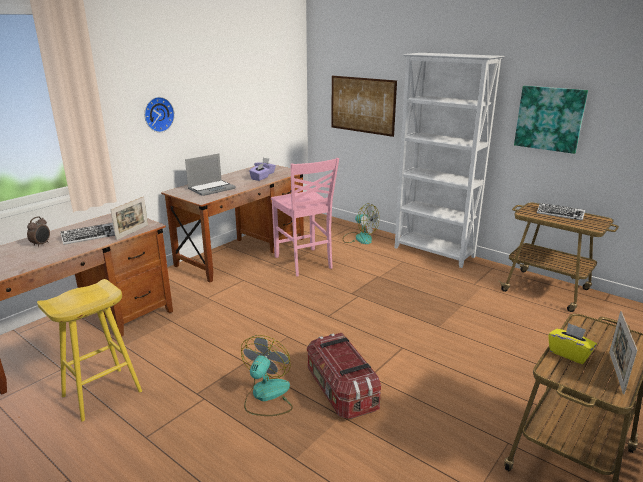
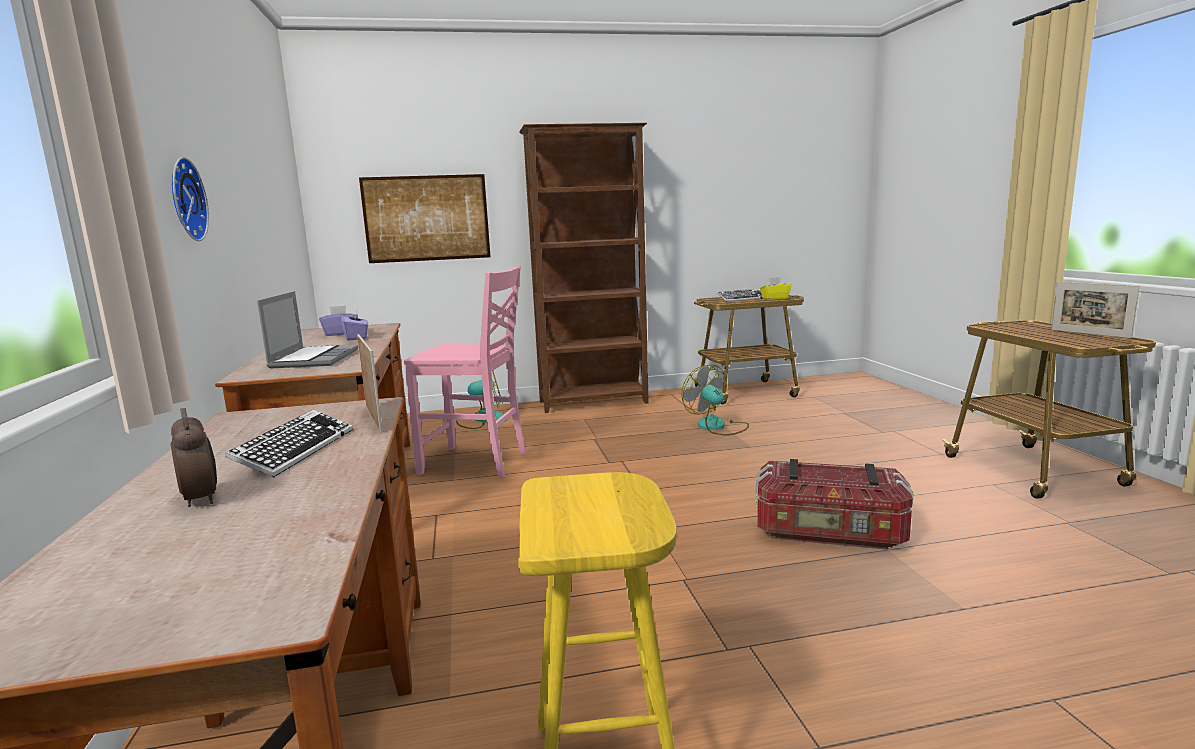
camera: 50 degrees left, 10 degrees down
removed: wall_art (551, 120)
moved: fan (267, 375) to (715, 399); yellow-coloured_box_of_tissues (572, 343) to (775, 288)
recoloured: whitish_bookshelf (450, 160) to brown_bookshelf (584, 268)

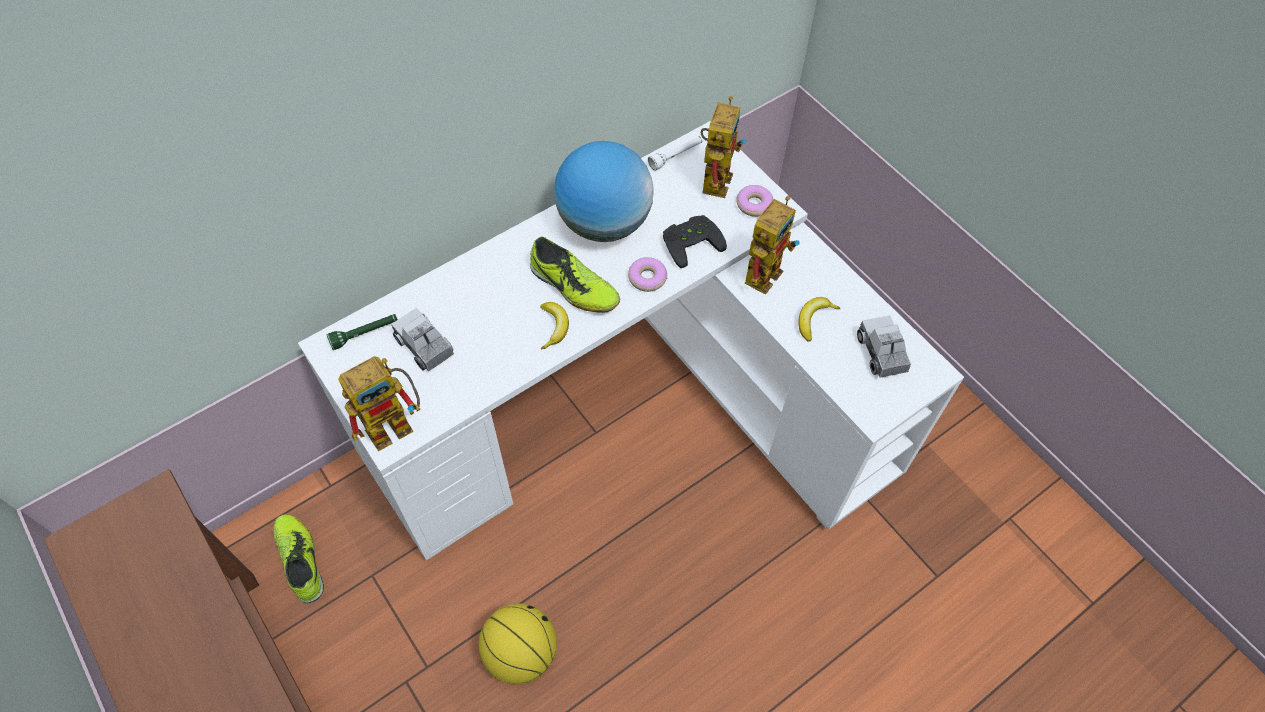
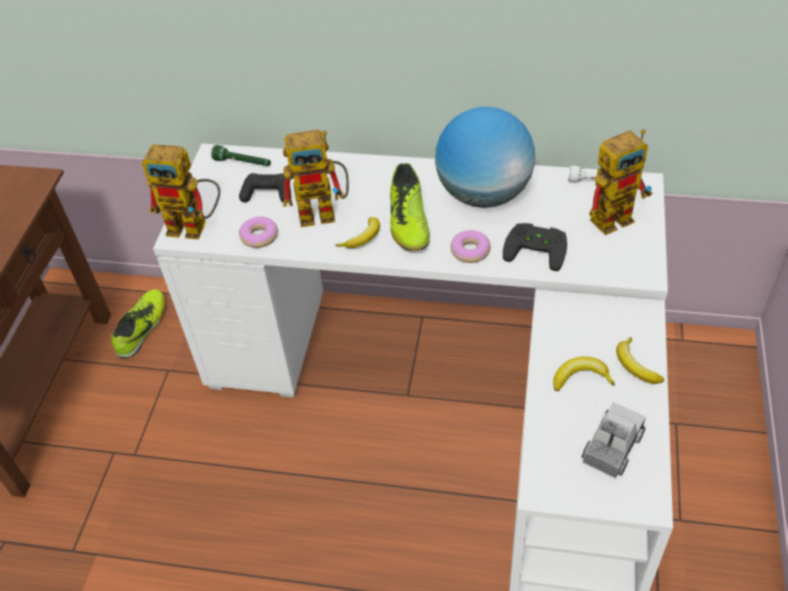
camera: 50 degrees right, 10 degrees down
removed: ball_for_basketball (518, 644)
added: whole_banana (640, 360)
moved: ring_doughnut (755, 201) to (258, 232); robot_figure (772, 245) to (316, 178)
replaced: toy_lorry (422, 339) to black-coloured_joypad (265, 188)

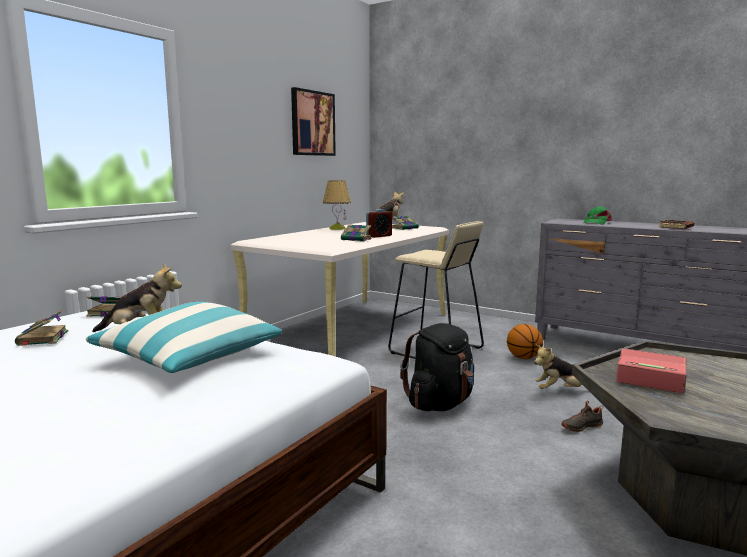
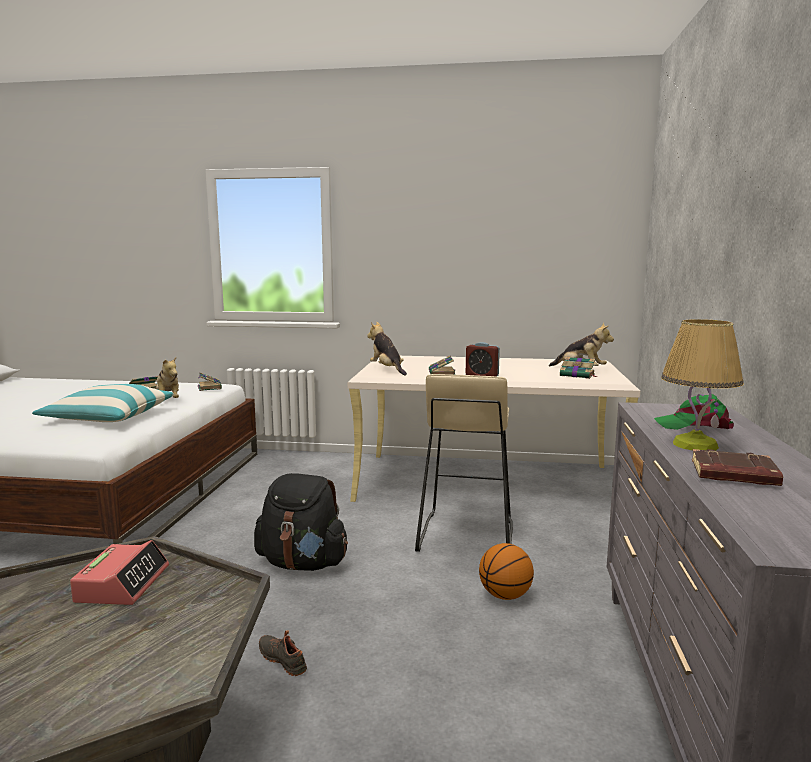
camera: 65 degrees right, 0 degrees up
removed: wall_art (313, 121)
moved: plush_toy (558, 367) to (387, 348); tabletop_lamp (337, 205) to (702, 385)

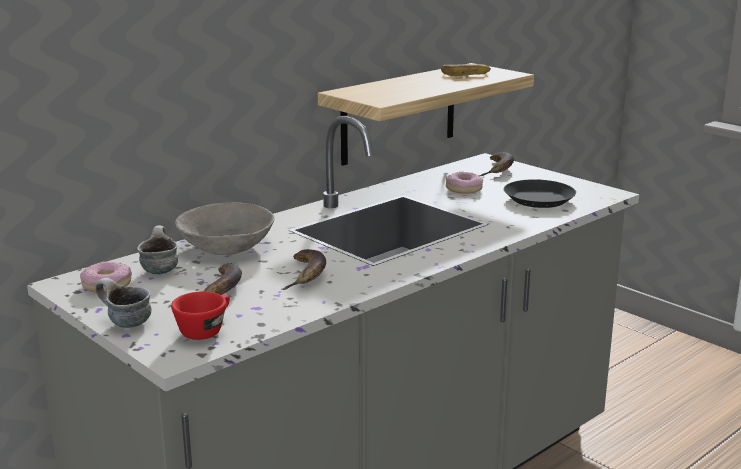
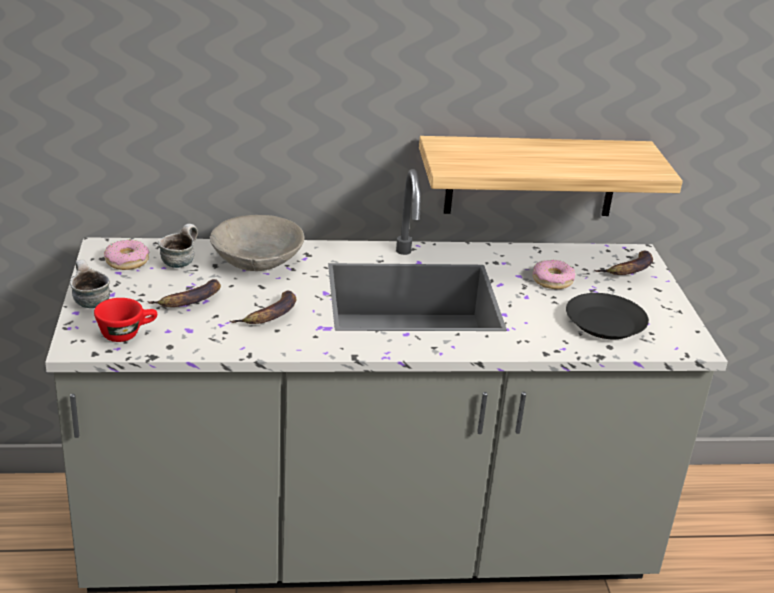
camera: 35 degrees right, 10 degrees up
removed: whole_banana (466, 70)

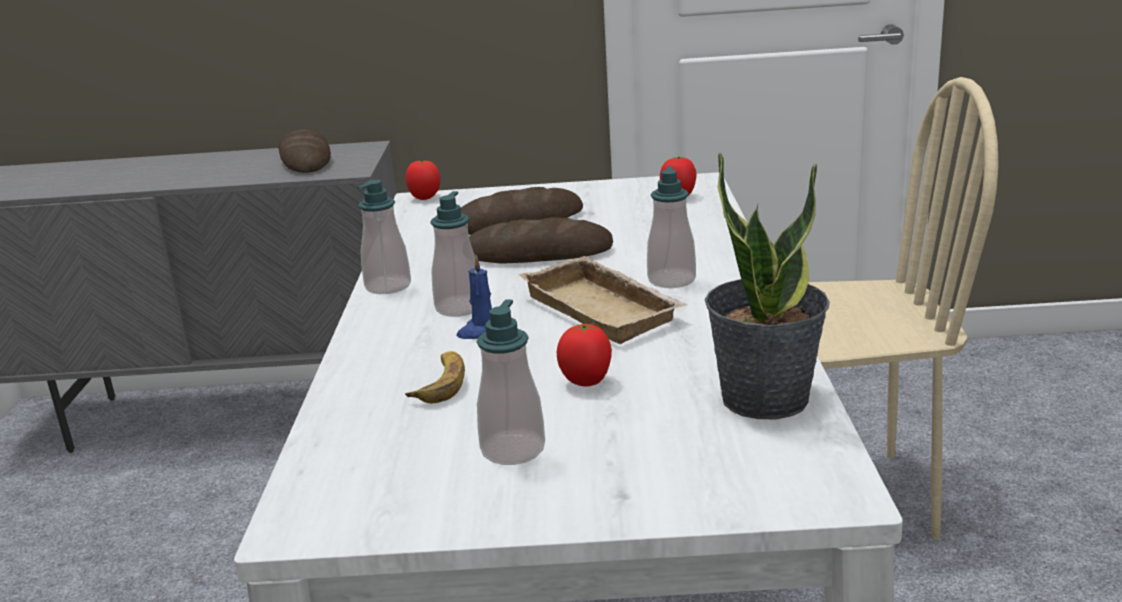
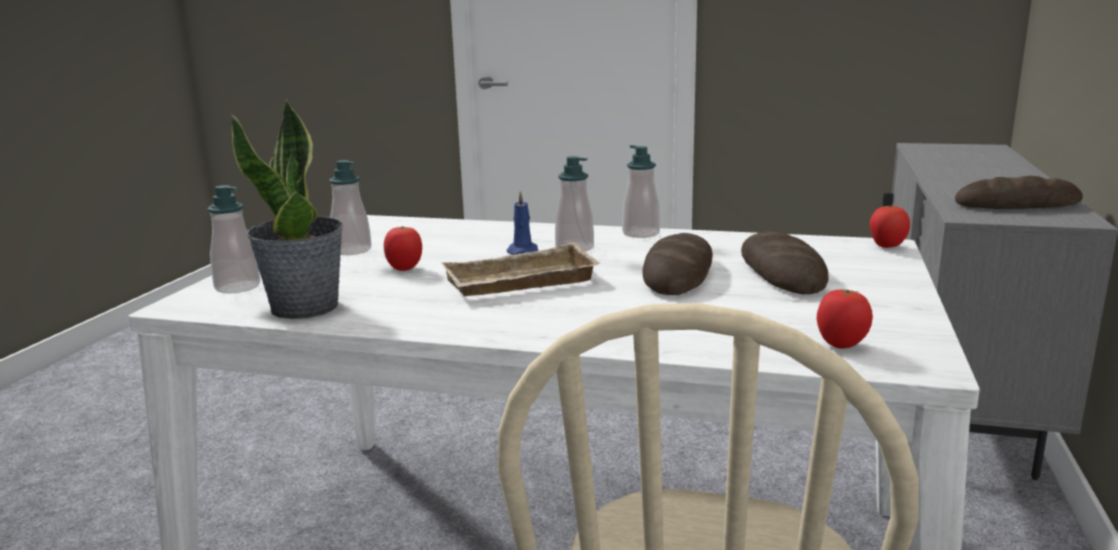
camera: 105 degrees right, 5 degrees down
removed: whole_banana (435, 377)
moved: soap_dispenser (671, 227) to (233, 239)

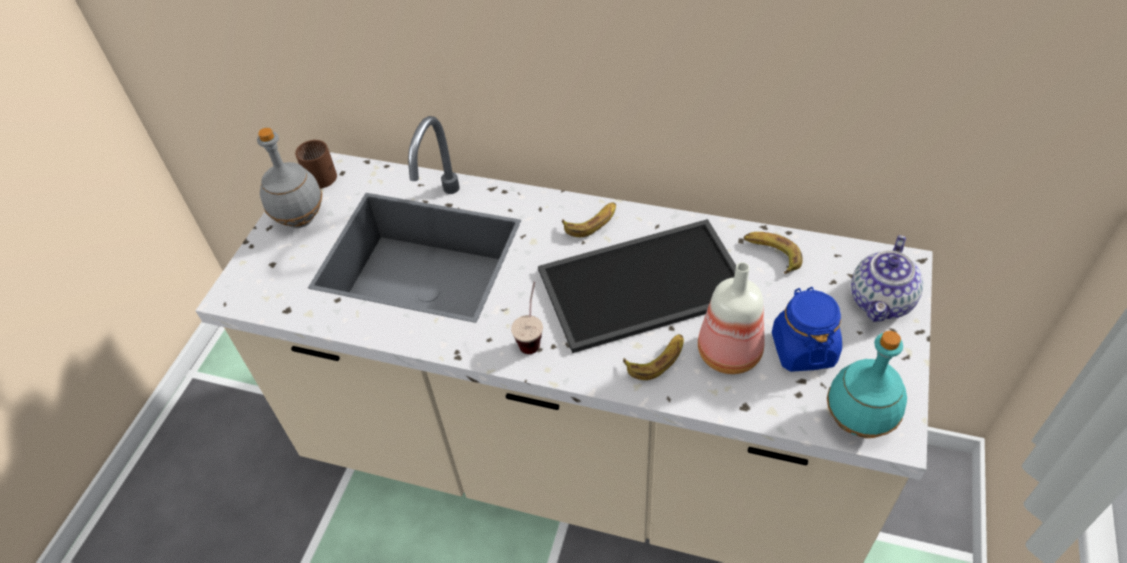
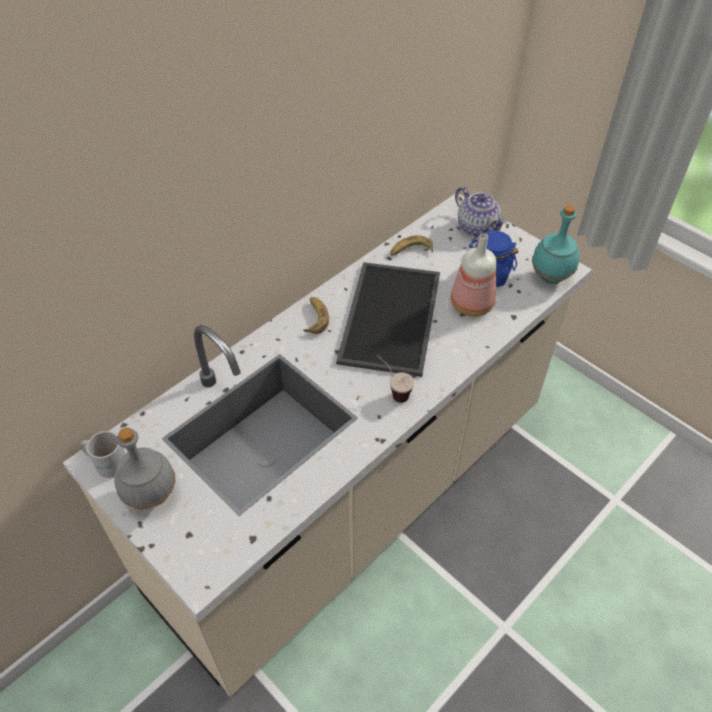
camera: 65 degrees left, 0 degrees up
removed: whole_banana (653, 357)
recoloured: brown_tea_mug (316, 164) to whitish_tea_mug (103, 454)

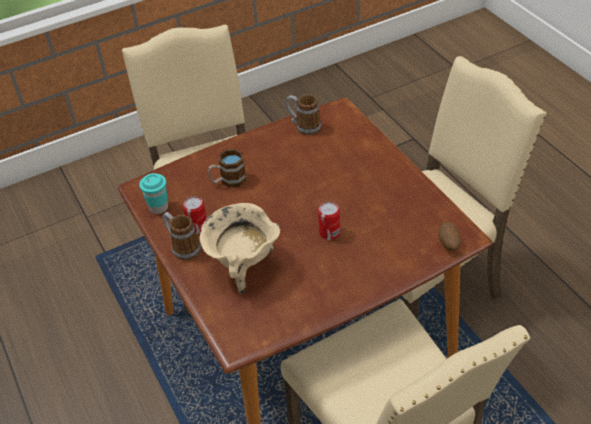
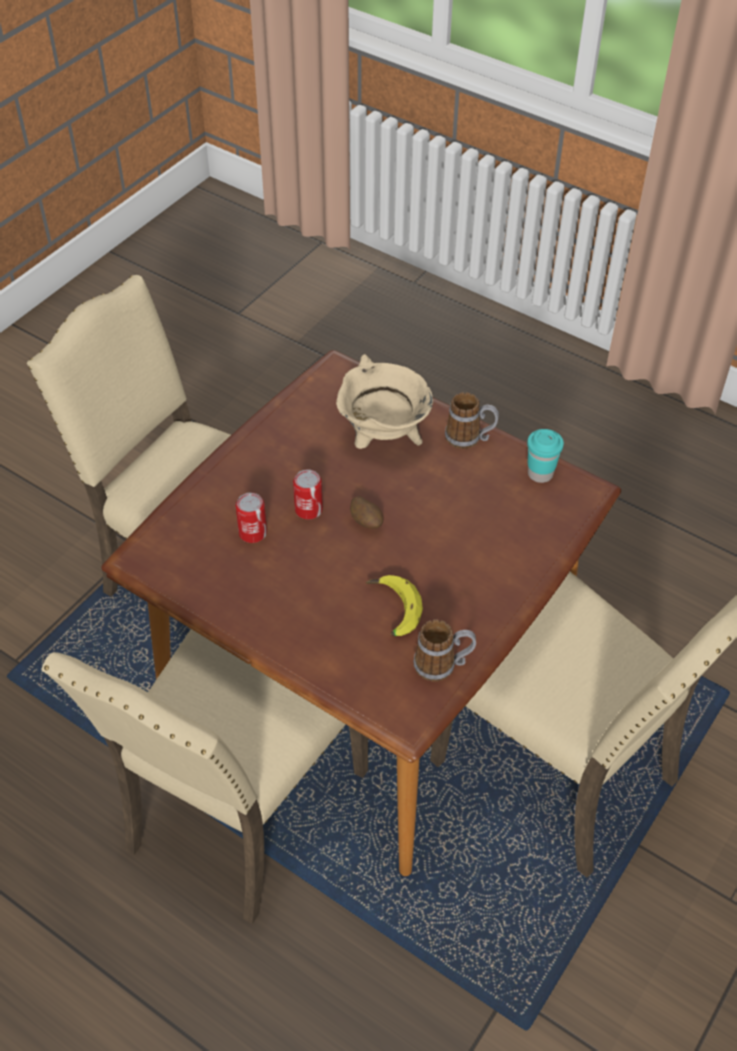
camera: 150 degrees right, 5 degrees up
removed: tea_mug (227, 168)
added: whole_banana (394, 605)
moved: can (195, 215) to (251, 518); spud (449, 236) to (367, 512)

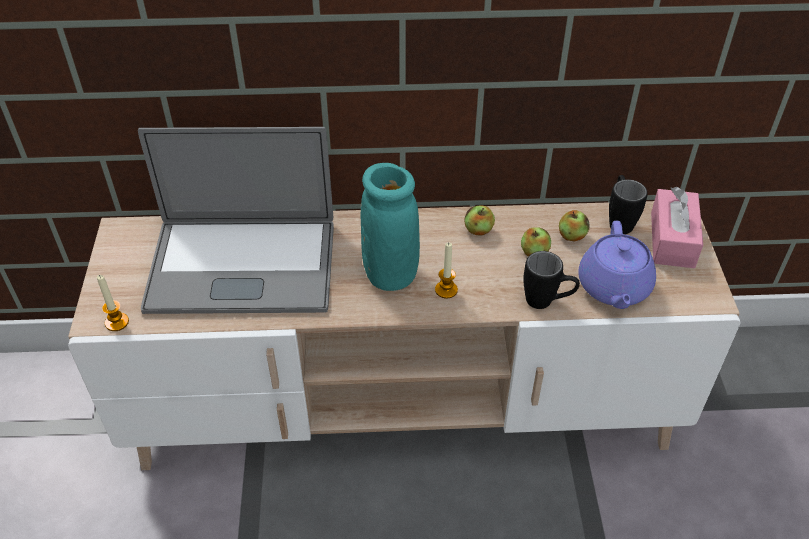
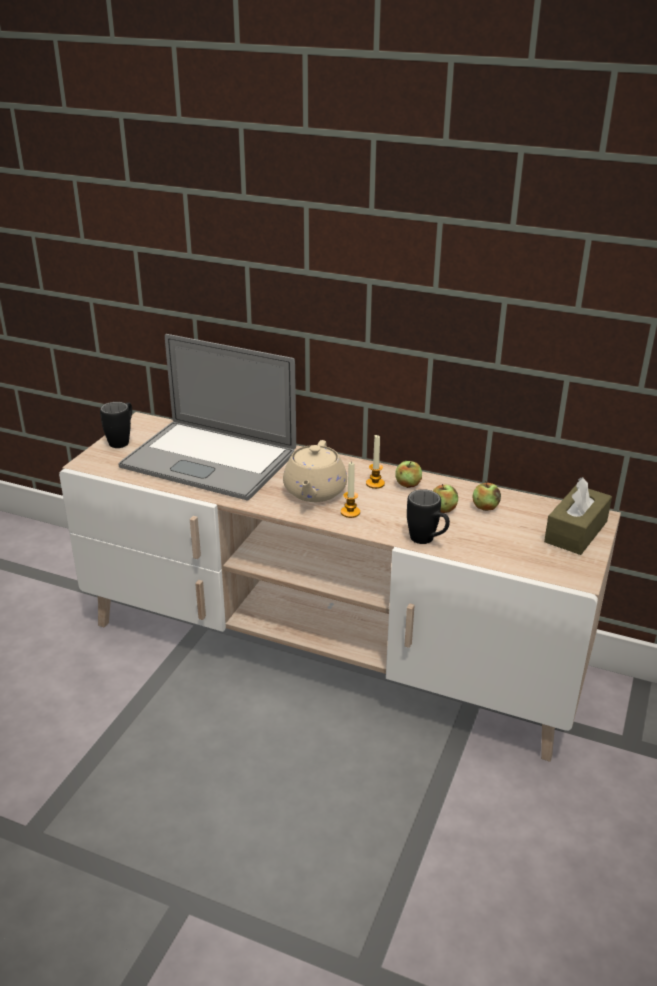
camera: 25 degrees right, 15 degrees down
removed: purple_tea_pot (617, 265)
moved: black-coloured_tea_mug (628, 204) to (116, 425); wax_light (113, 303) to (375, 462)
replaced: blue-green_vase (390, 227) to beige_tea_pot (315, 471)
recoloured: pink-coloured_box_of_tissues (677, 227) to brown_box_of_tissues (578, 516)

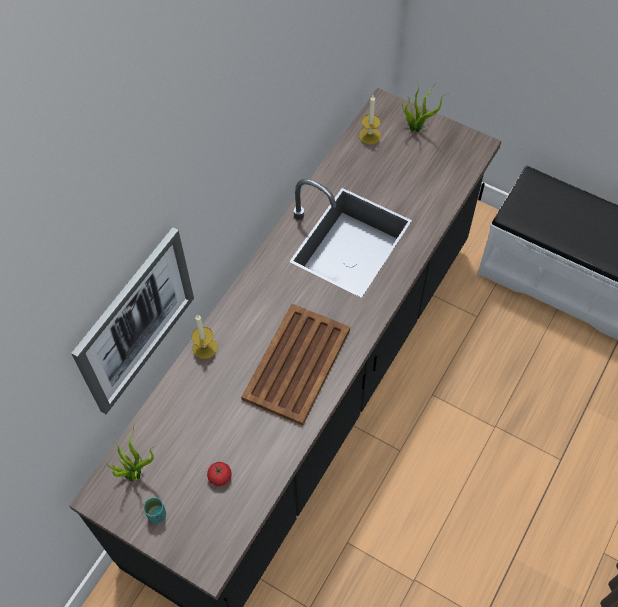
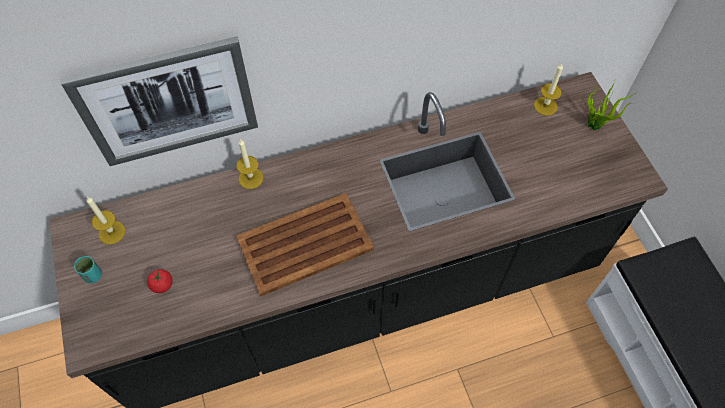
camera: 40 degrees right, 0 degrees up
replaced: plant_in_a_pot (132, 454) to wax_light (105, 221)

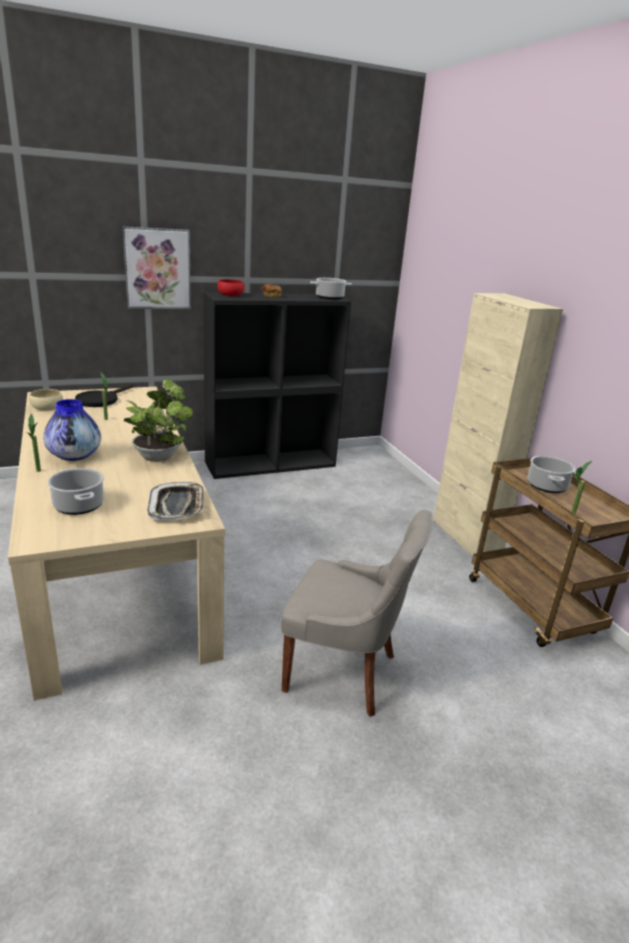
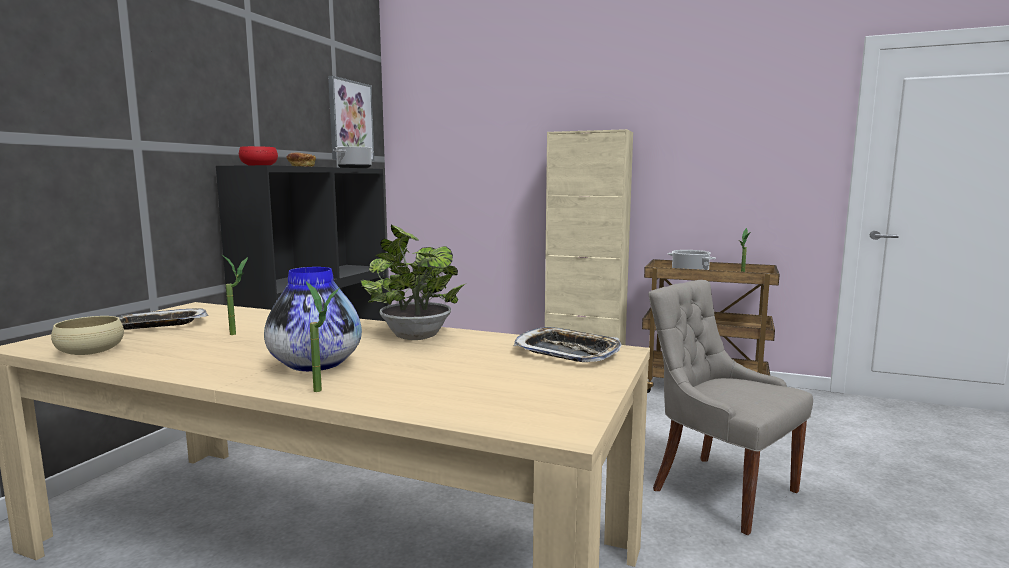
camera: 45 degrees left, 15 degrees down
removed: stockpot (76, 491)
moved: wall_art (157, 267) to (351, 119)
replaced: black-coloured_pan (104, 395) to serving_tray (162, 318)
turned: grey_chair (356, 613) = (731, 407) 105 degrees counterclockwise

